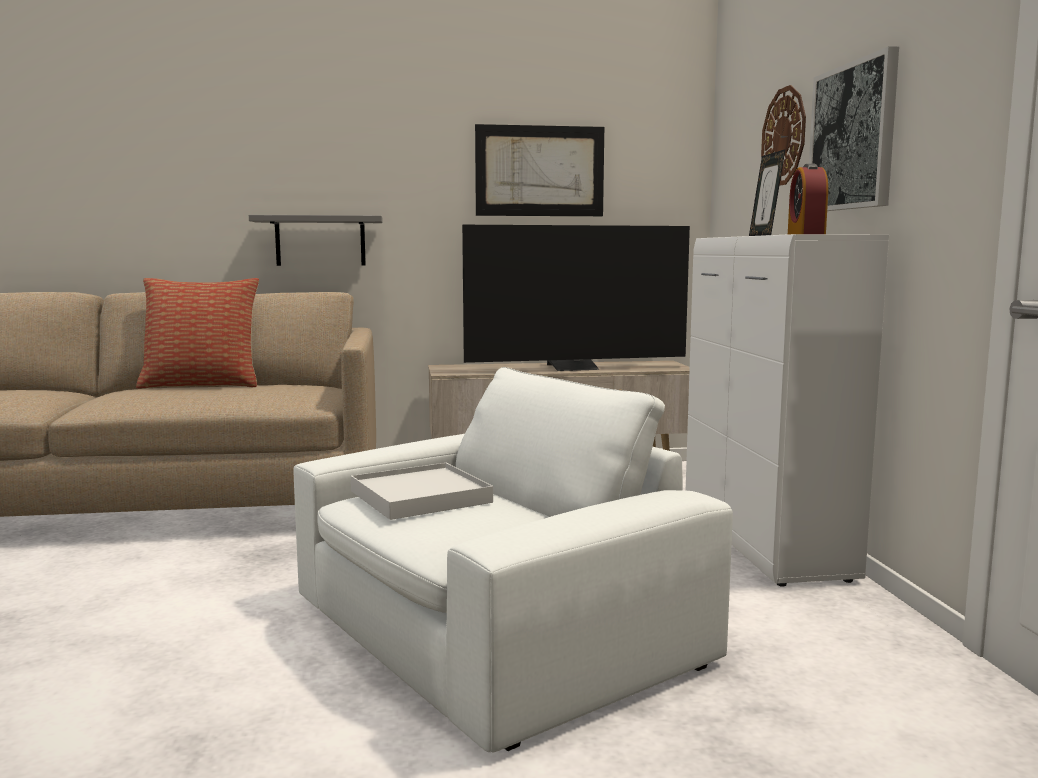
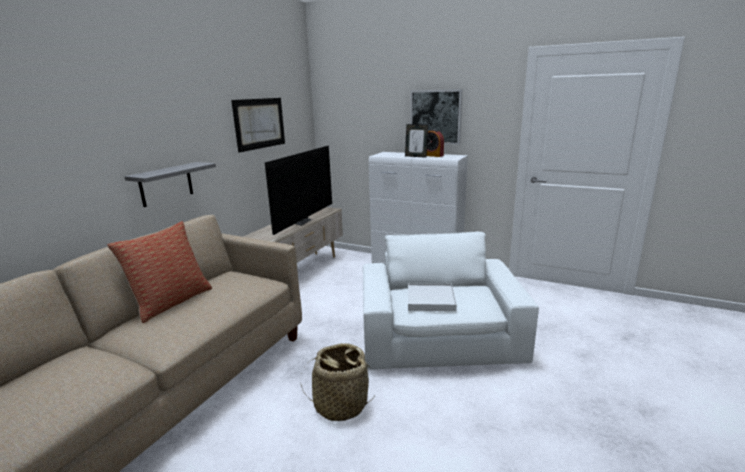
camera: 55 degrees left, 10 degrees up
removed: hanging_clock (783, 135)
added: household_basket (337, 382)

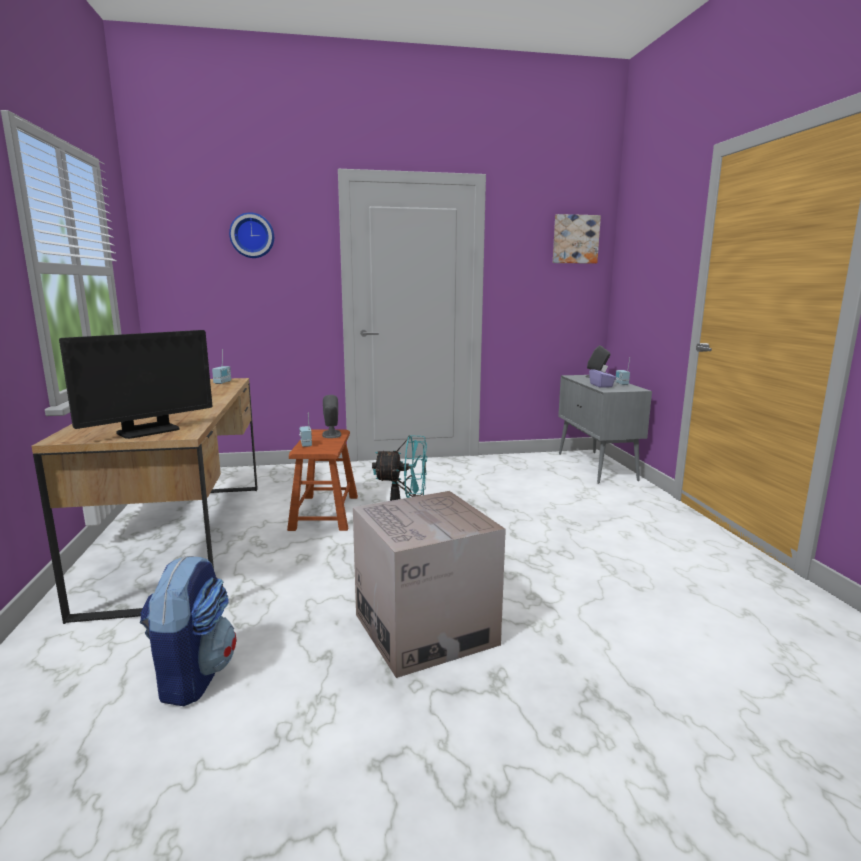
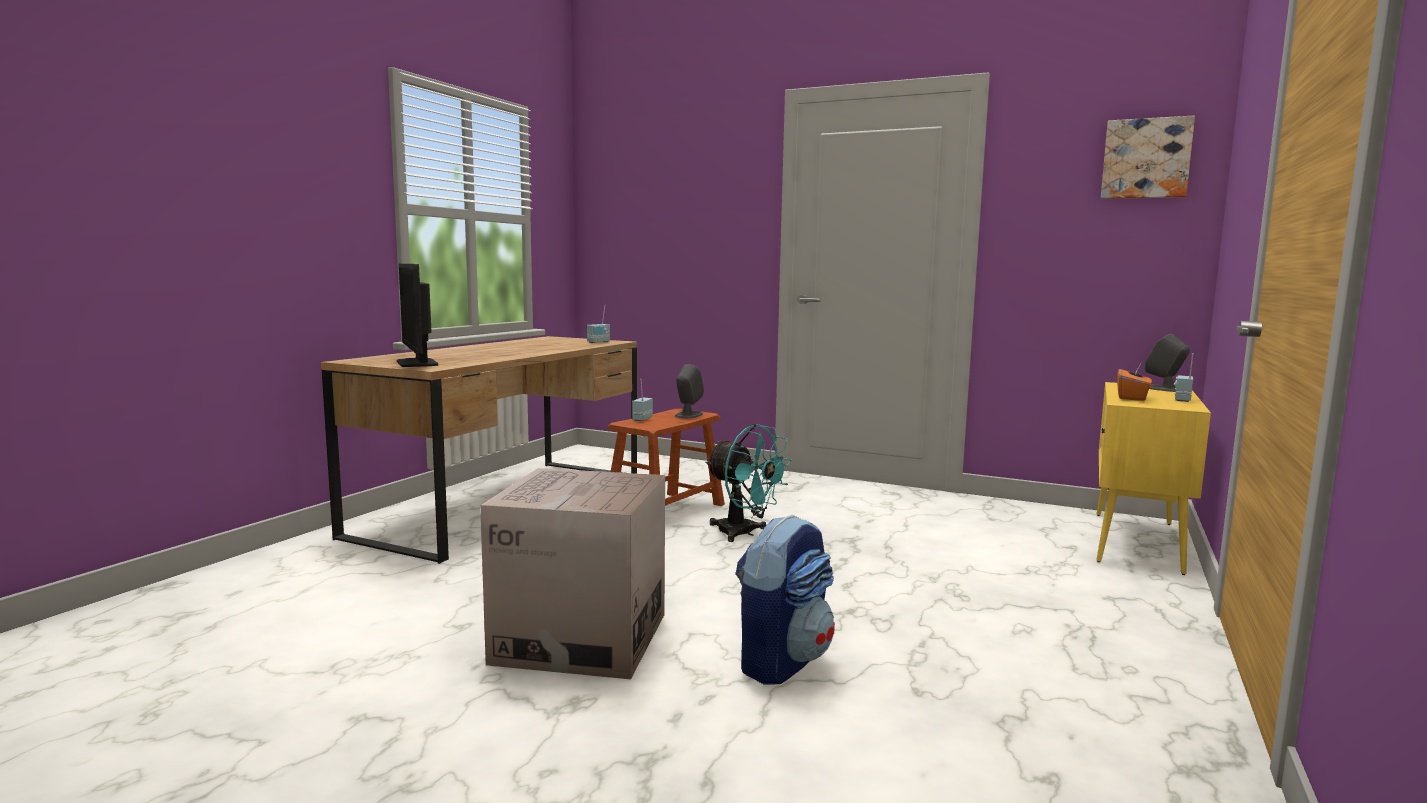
camera: 35 degrees right, 5 degrees down
removed: hanging_clock (251, 235)
moved: backpack (188, 631) to (785, 600)
recoloured: grey_cabinet (605, 429) to yellow-coloured_cabinet (1153, 478); purple_box_of_tissues (602, 376) to orange_box_of_tissues (1134, 381)
turned: monitor (135, 384) = (417, 315) 75 degrees clockwise

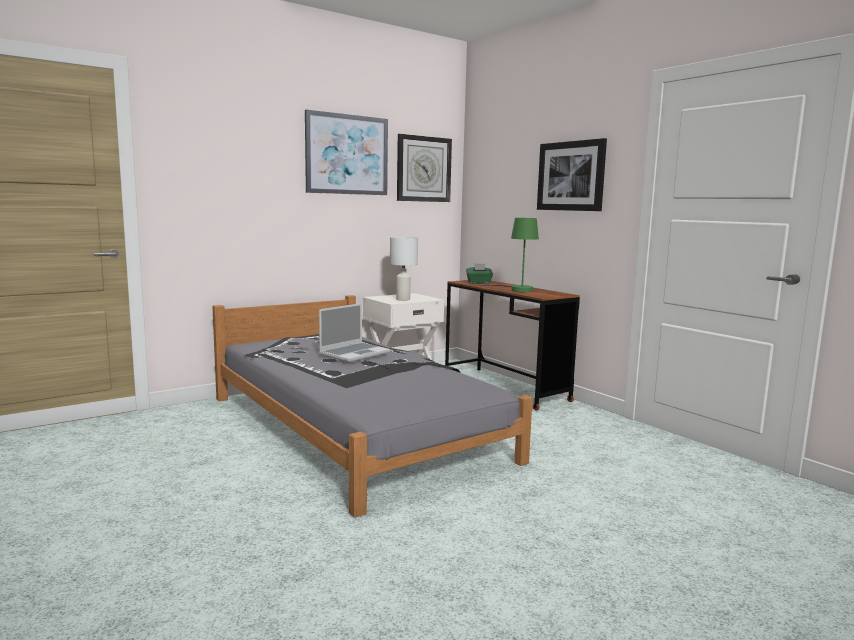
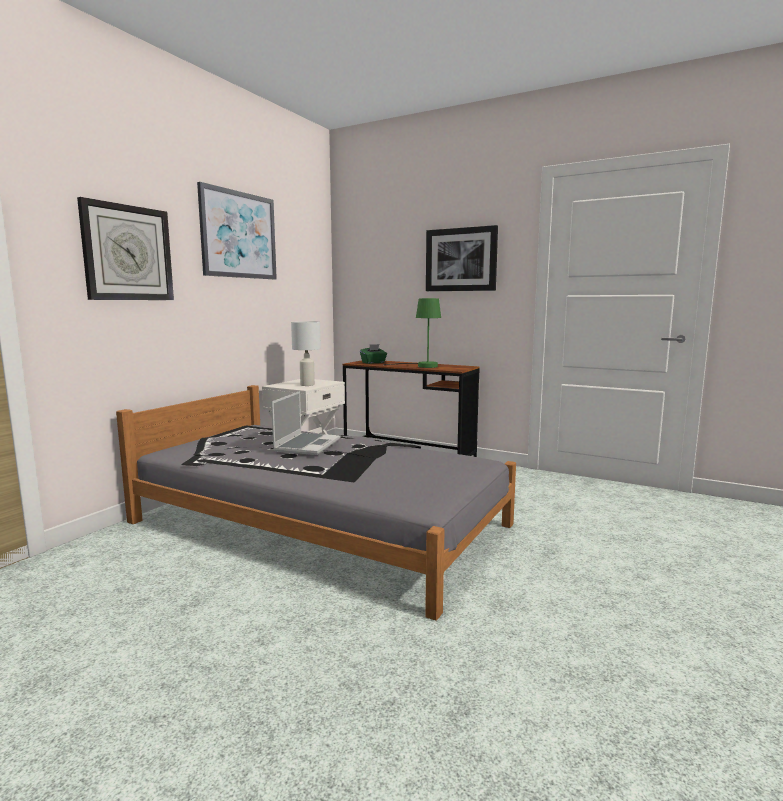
camera: 25 degrees left, 0 degrees up
moved: hanging_clock (424, 168) to (125, 248)

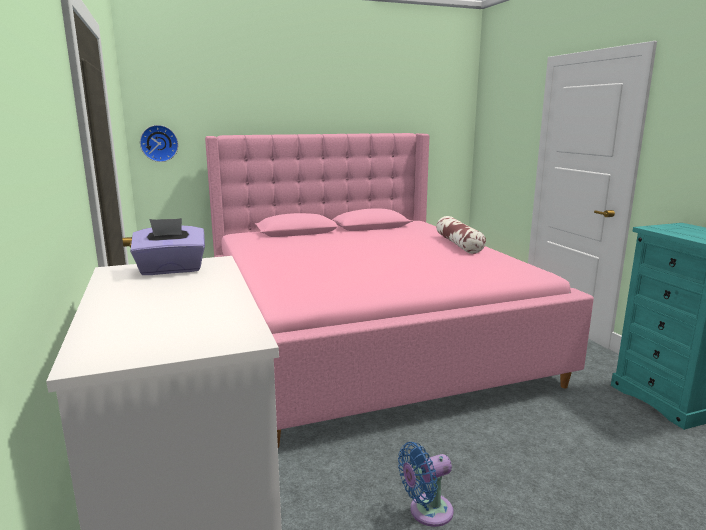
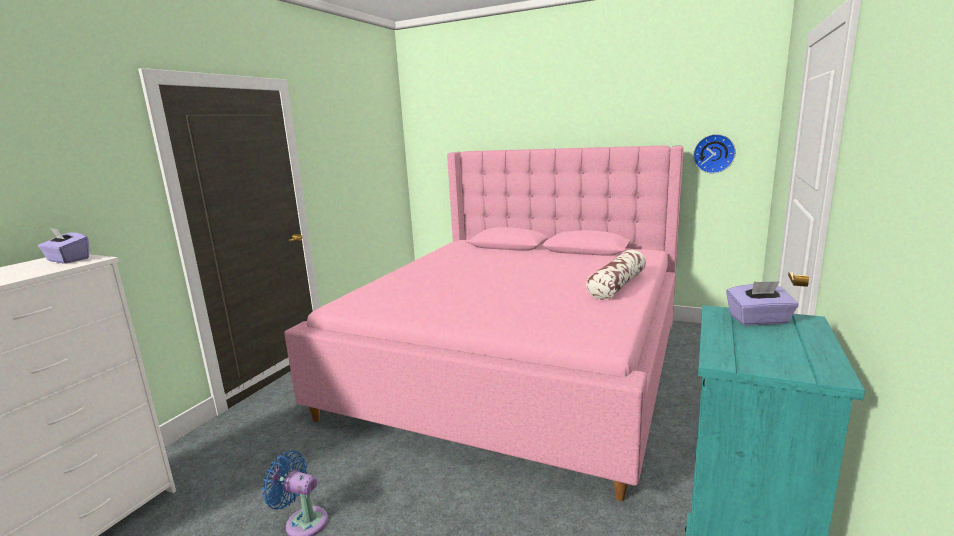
camera: 45 degrees right, 0 degrees up
added: purple_box_of_tissues (762, 303)
moved: hanging_clock (159, 143) to (714, 153)

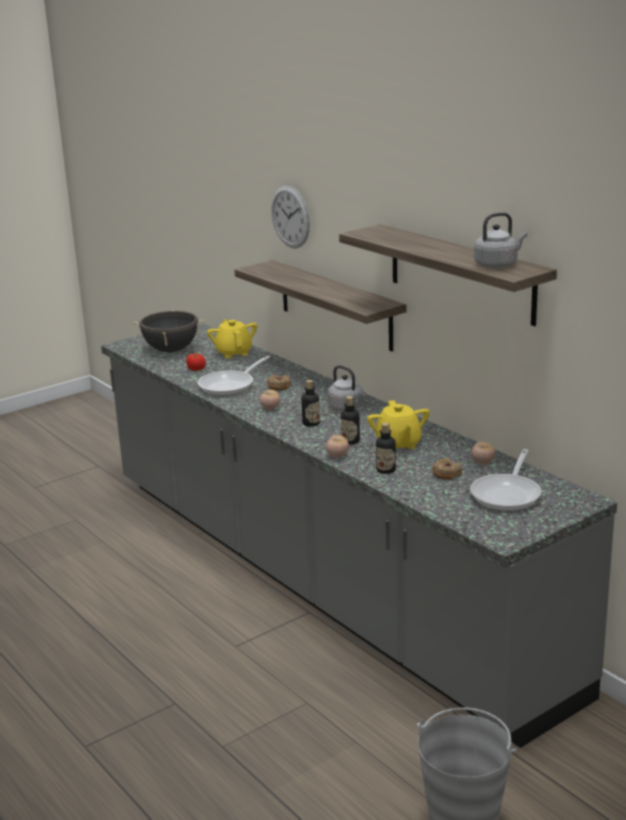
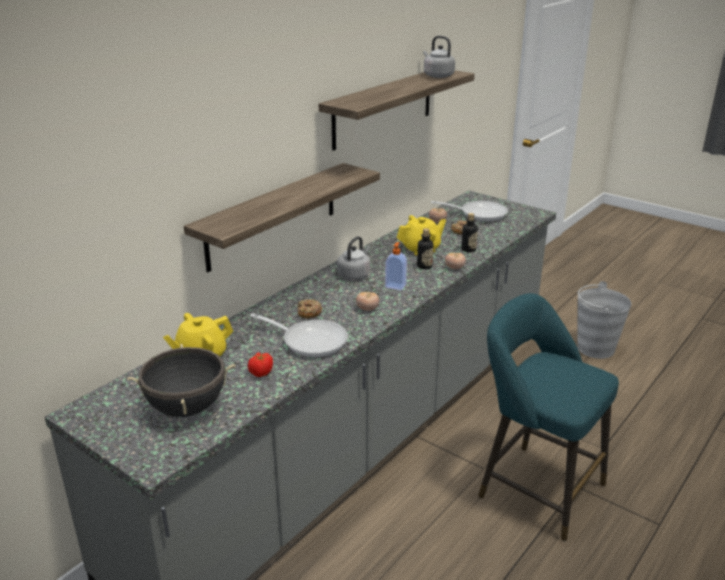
camera: 105 degrees left, 5 degrees up
removed: hanging_clock (290, 217)
added: blue-green_sitting_stool (548, 417)
replaced: bottle (310, 403) to soap_dispenser (396, 266)

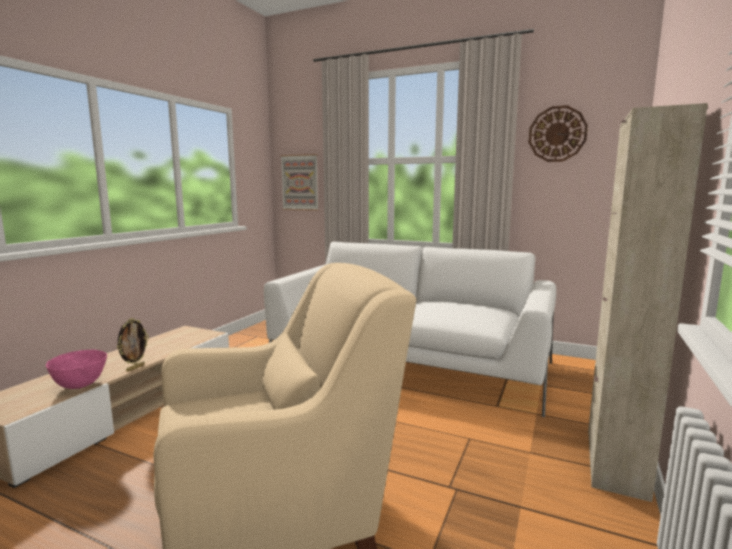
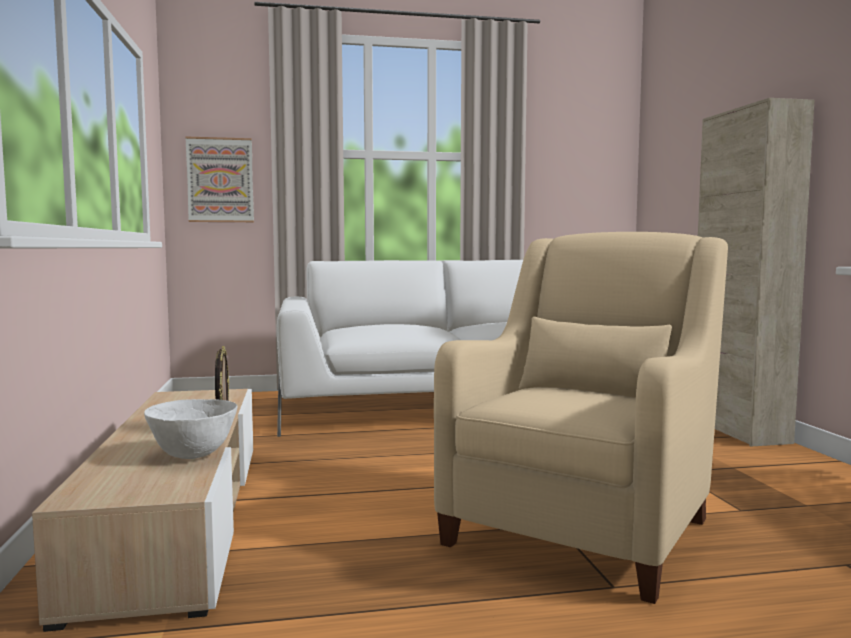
camera: 35 degrees left, 5 degrees down
removed: hanging_clock (558, 133)
recoloured: pink-coloured_deep_dish (76, 369) to whitish_deep_dish (190, 429)

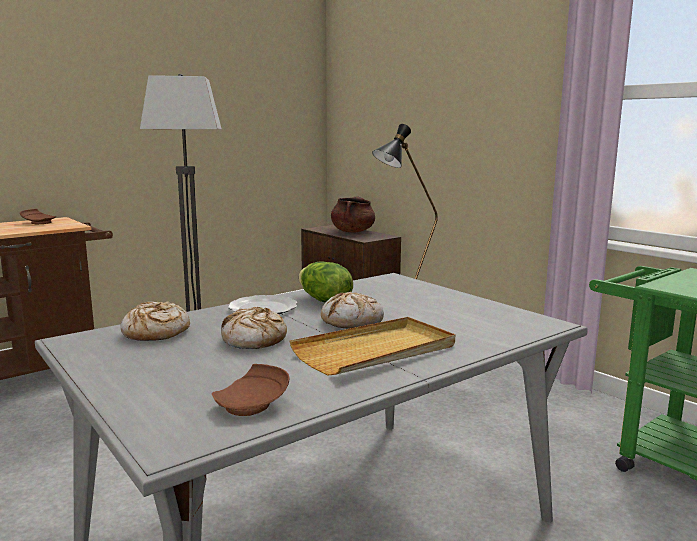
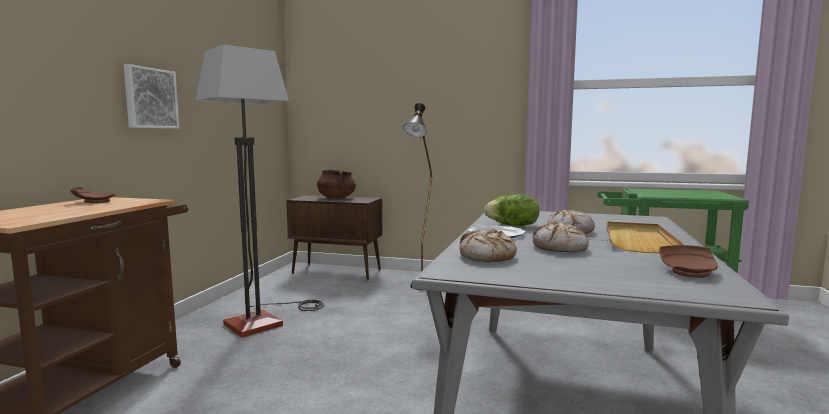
camera: 35 degrees left, 5 degrees down
added: wall_art (152, 96)

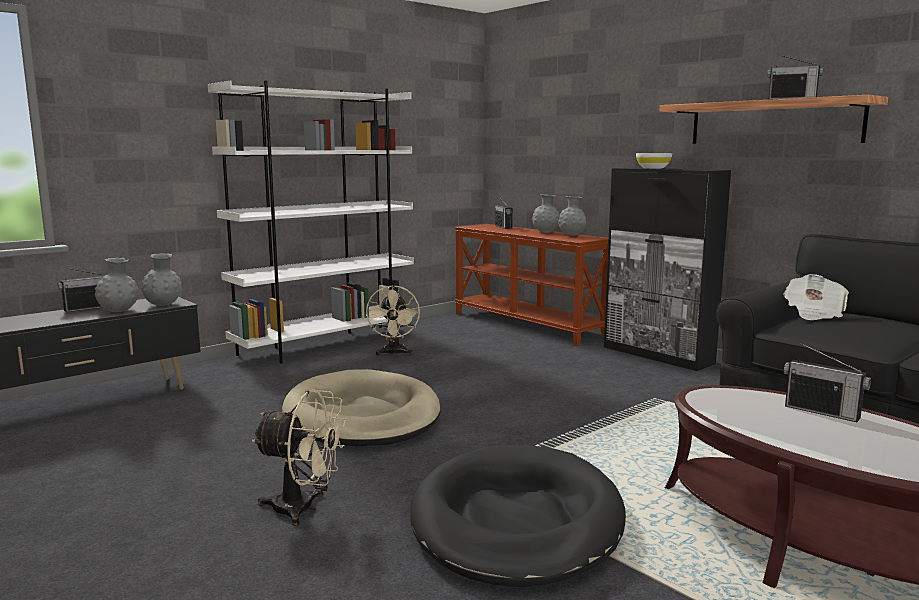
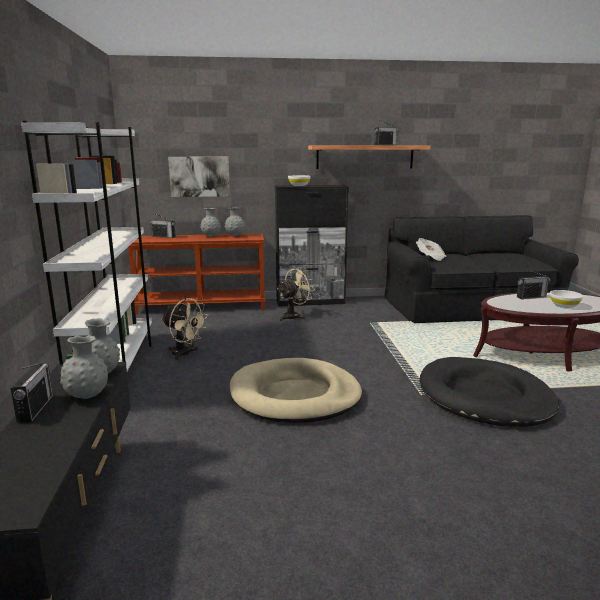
camera: 55 degrees left, 5 degrees up
added: wall_art (199, 177); whitish_deep_dish (566, 299)
moved: beige_fan (299, 457) to (296, 294)

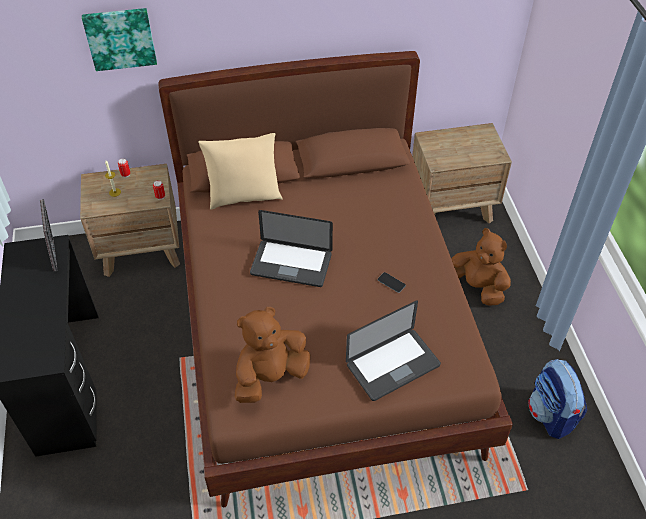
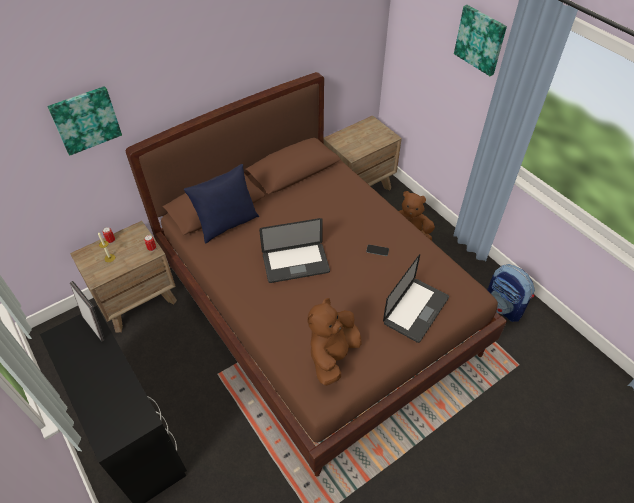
camera: 25 degrees left, 0 degrees up
added: wall_art (480, 40)
recoloured: beige_throw_pillow (240, 171) to blue-coloured_throw_pillow (221, 204)

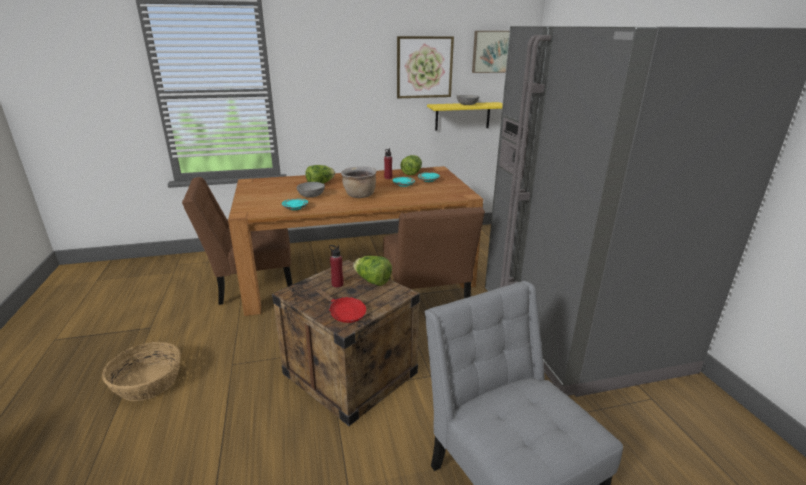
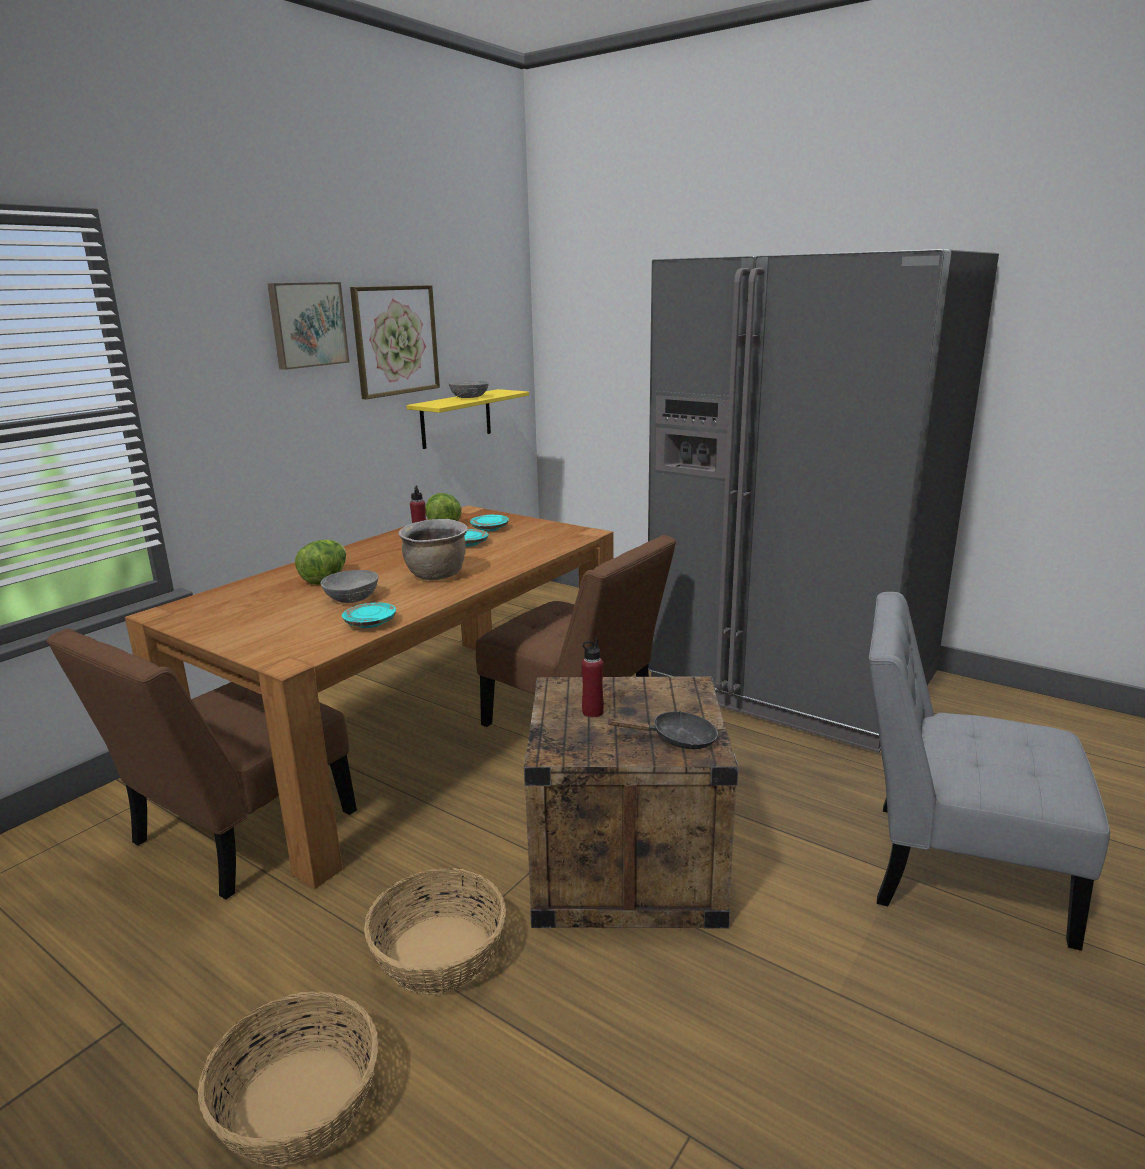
camera: 40 degrees left, 5 degrees down
removed: head_of_lettuce (372, 271)
added: household_basket (435, 931)
moved: wall_art (491, 52) to (308, 326)
recoloured: red_pan (340, 305) to black-coloured_pan (662, 730)

